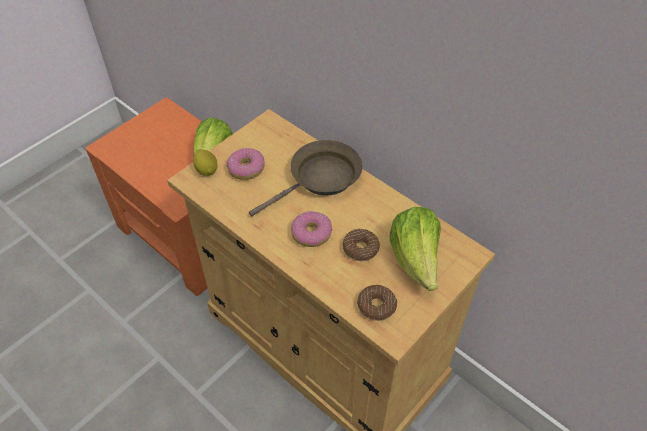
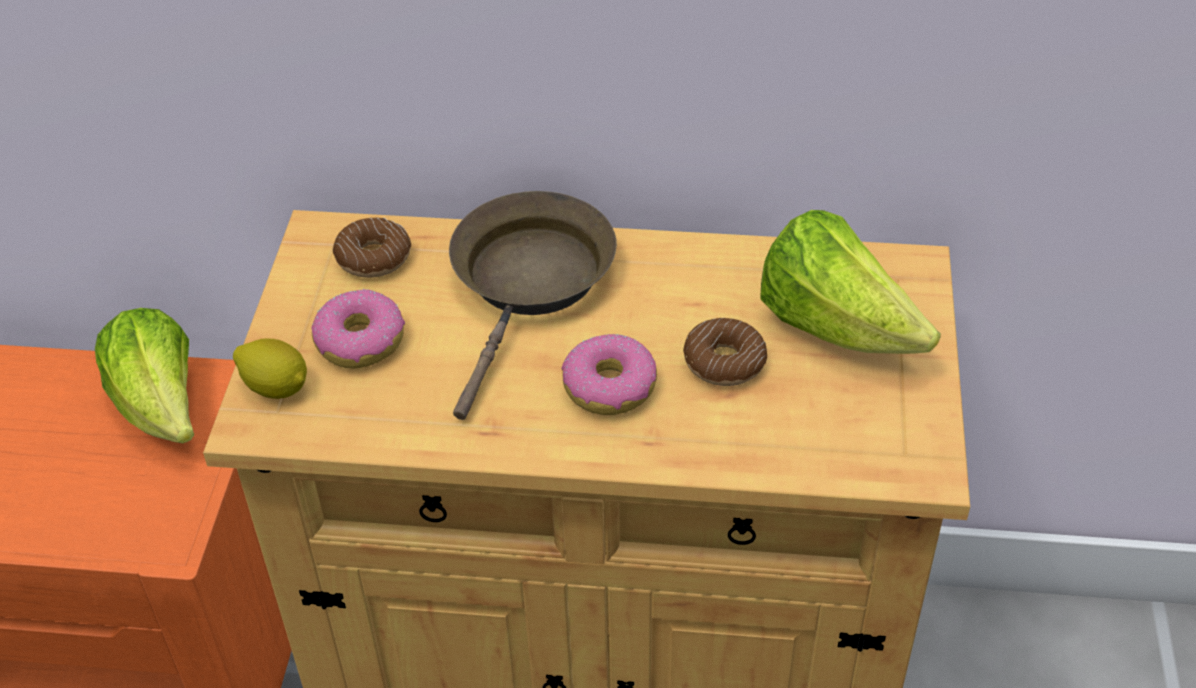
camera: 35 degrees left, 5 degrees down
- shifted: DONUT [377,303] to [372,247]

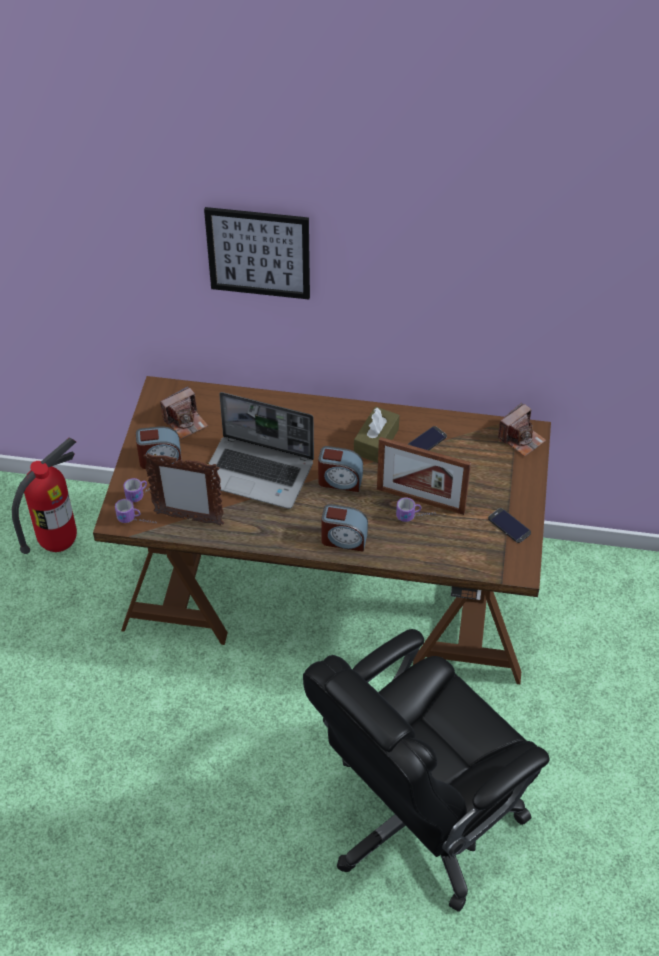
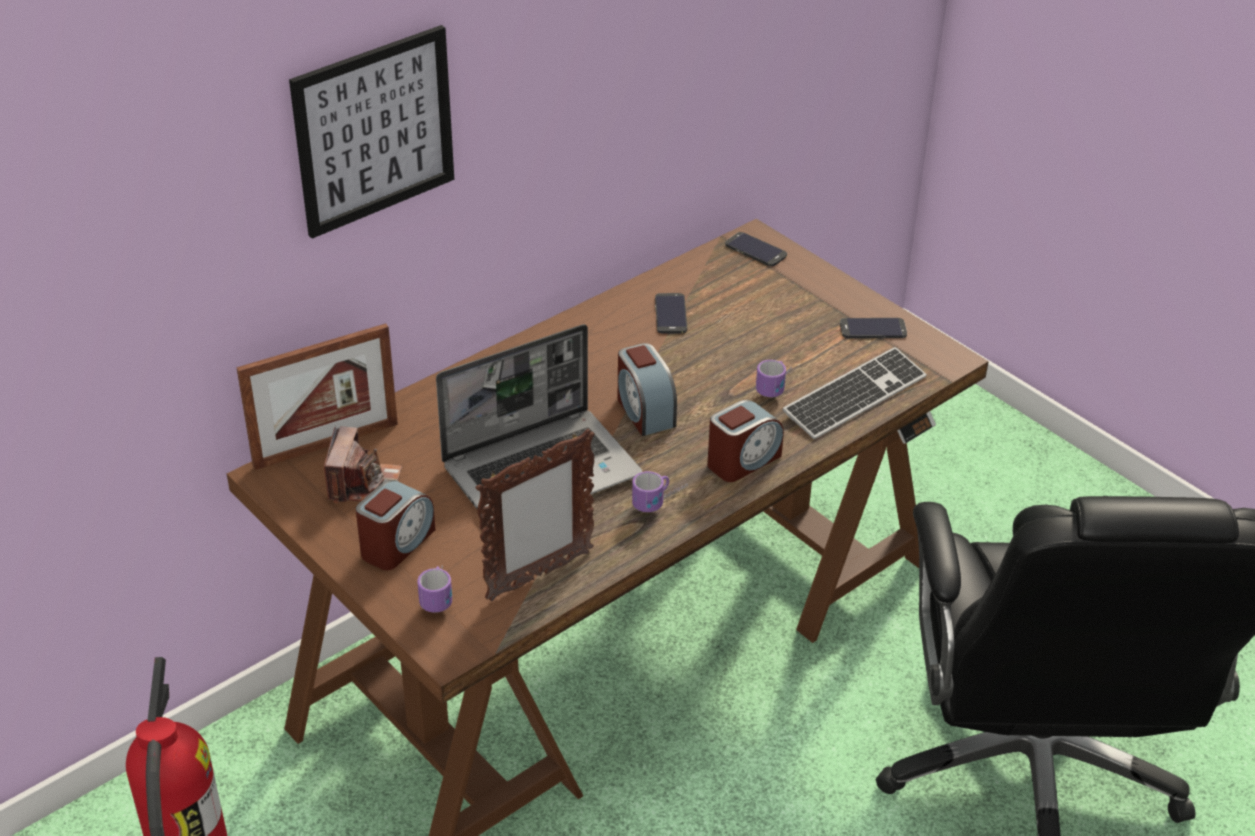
camera: 50 degrees left, 10 degrees down
- swapped: STILL CAMERA [522,430] to TELEPHONE [756,249]
- gone: BROWNISH BOX OF TISSUES [377,434]
- shifted: PHOTO FRAME [424,476] to [317,397]
- rotated: BEDSIDE CLOCK [340,469] = [647,389] 105 degrees clockwise
- shifted: TEA MUG [136,511] to [660,491]
- new: PC KEYBOARD [855,393]

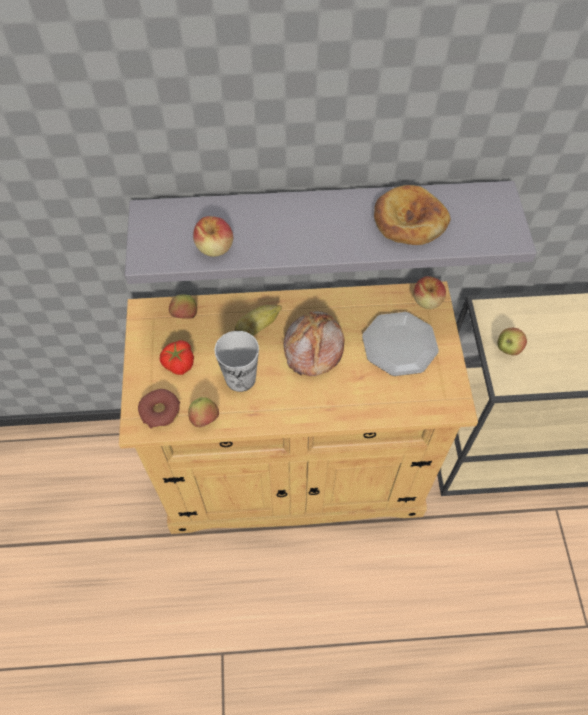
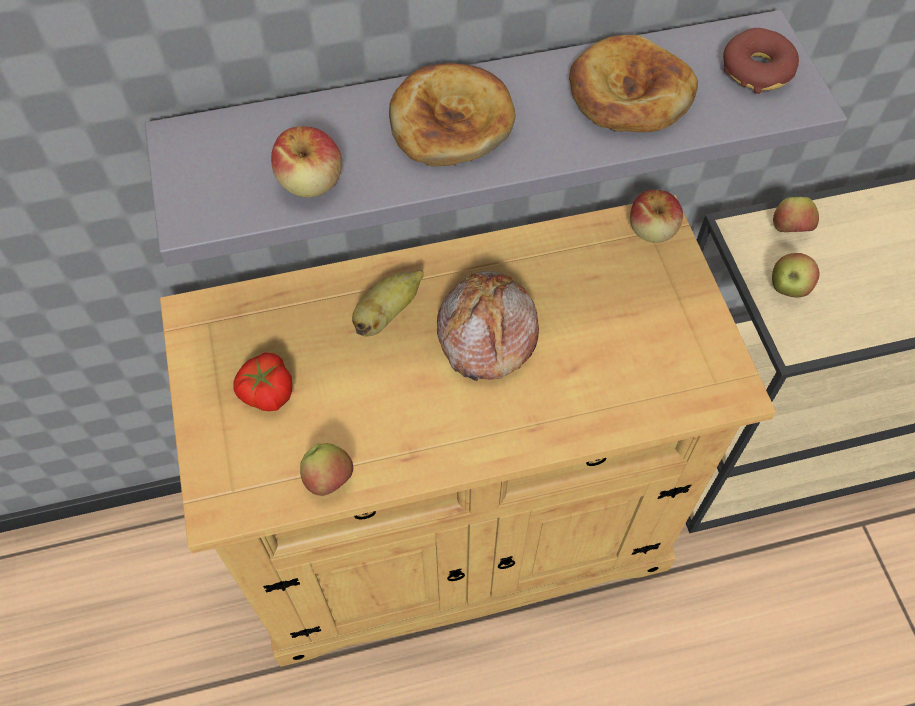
camera: 10 degrees left, 0 degrees up
- shifted: APPLE [183,307] to [796,214]
- gone: DINNER PLATE [400,344]
- gone: DRINKING CUP [237,361]
- shifted: DONUT [159,409] to [761,61]
- new: BREAD [452,114]

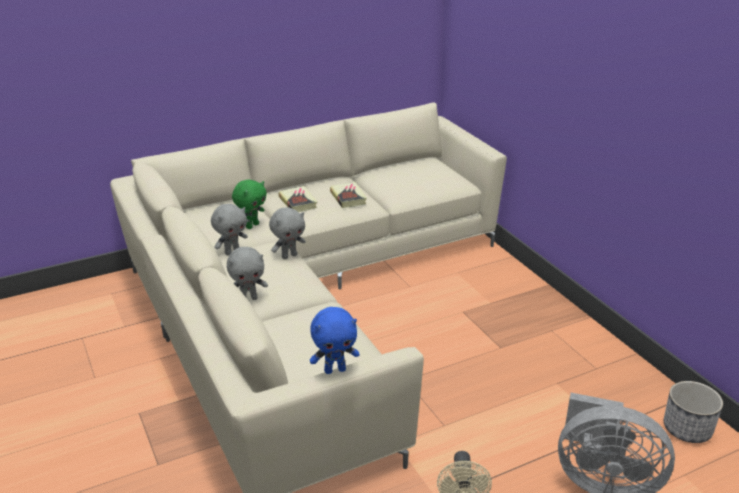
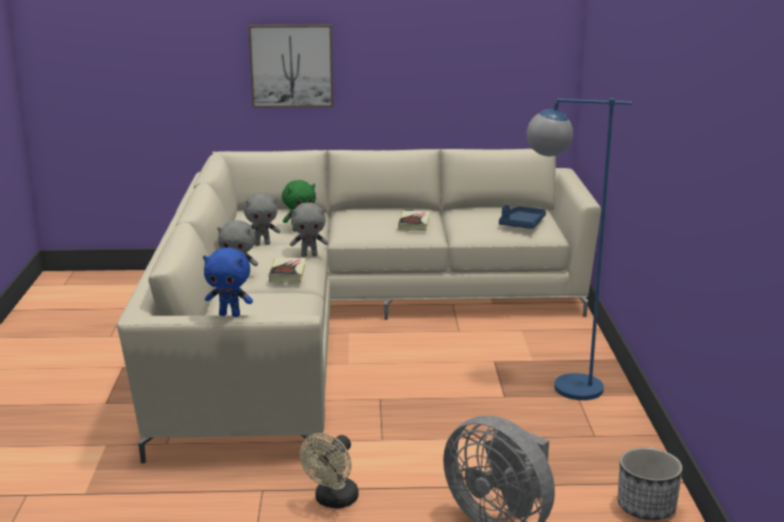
camera: 25 degrees right, 10 degrees down
- shifted: BOUND BOOK [298,199] to [287,270]
- new: WALL PICTURE [290,66]
- new: BLUISH STANDING LAMP [579,249]
- new: BLUISH SERVING TRAY [522,217]

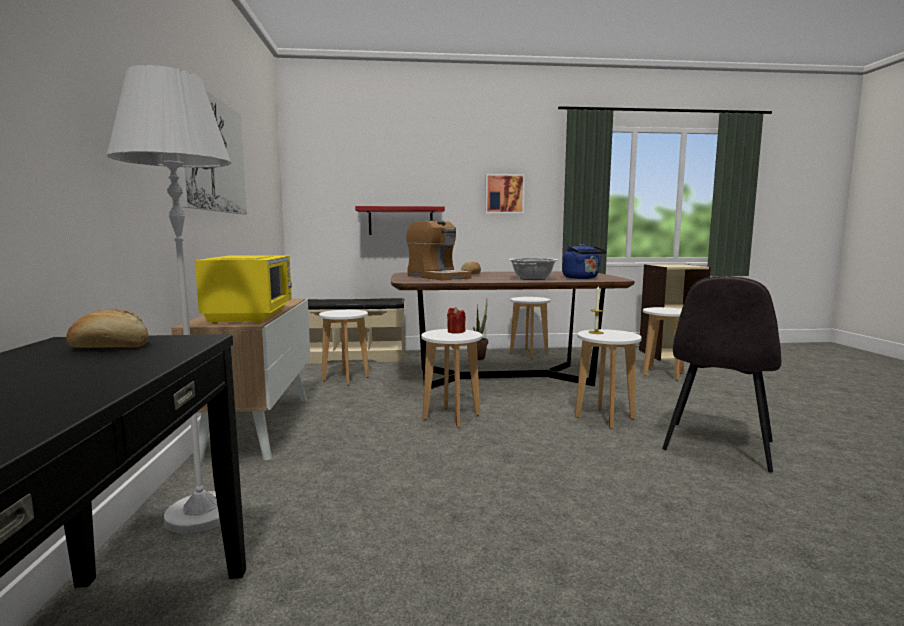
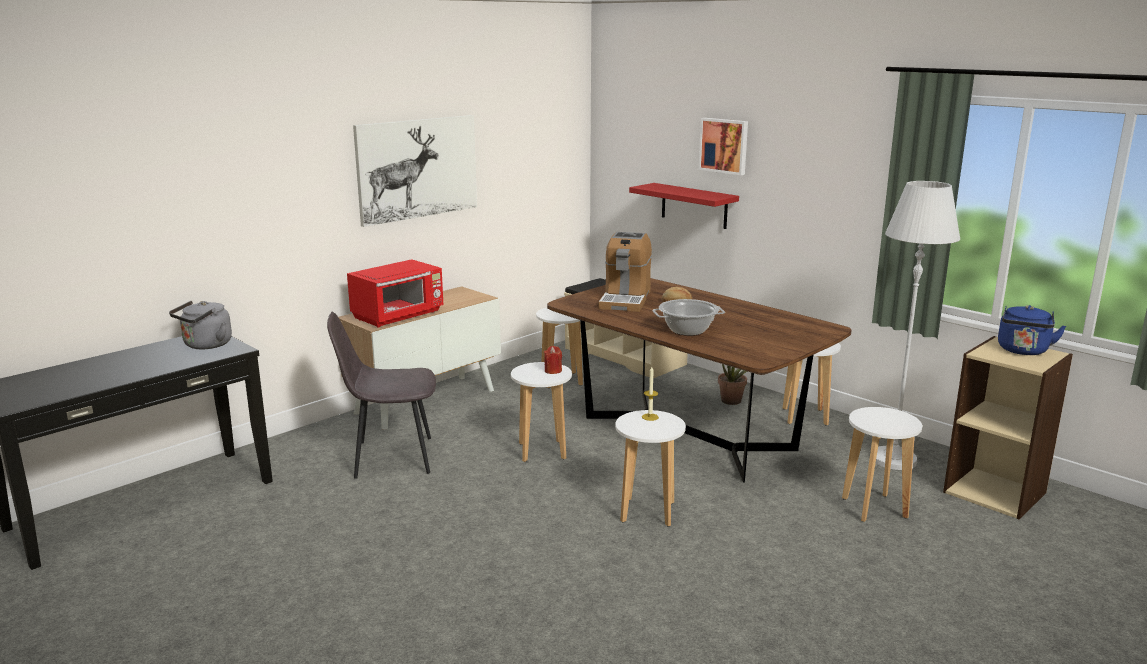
camera: 50 degrees right, 10 degrees up
- shifted: WHITE-COLOURED STANDING LAMP [169,299] to [918,325]
- shifted: WALL PICTURE [505,194] to [723,146]
- shifted: BLUISH KETTLE [584,261] to [1032,330]
- repainted: YELLOWISH MICROWAVE OVEN [243,289] to RED MICROWAVE OVEN [395,293]
- shifted: GREYISH CHAIR [721,374] to [381,395]
- swapped: BREAD [107,328] to GREYISH KETTLE [200,325]

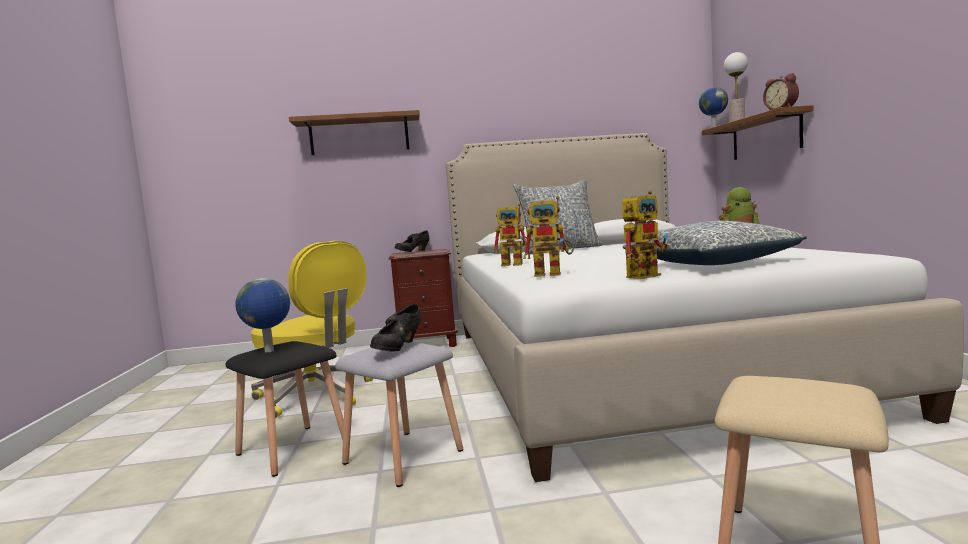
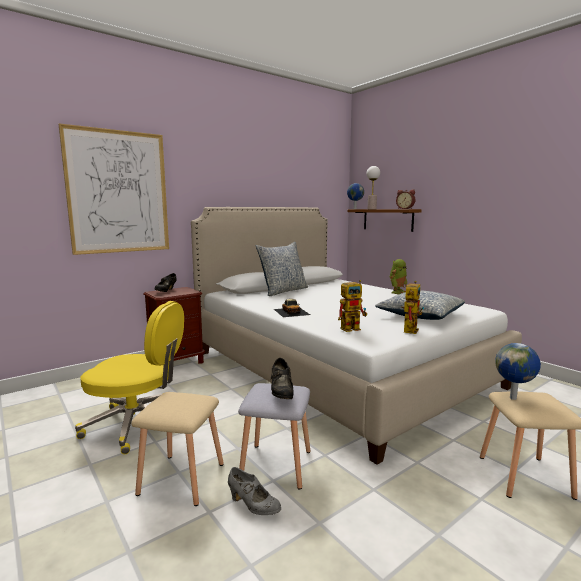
camera: 30 degrees left, 5 degrees up
- swapped: BROWNISH SHELF [354,132] to WALL PICTURE [114,189]
- swapped: MODEL ROBOT [513,234] to MODEL CAR [292,308]
- shifted: DESK GLOBE [262,315] to [518,371]
- repainted: BLACK SITTING STOOL [284,409] to BEIGE-COLOURED SITTING STOOL [177,449]
- new: GREYISH ITEM OF FOOTWEAR [254,491]

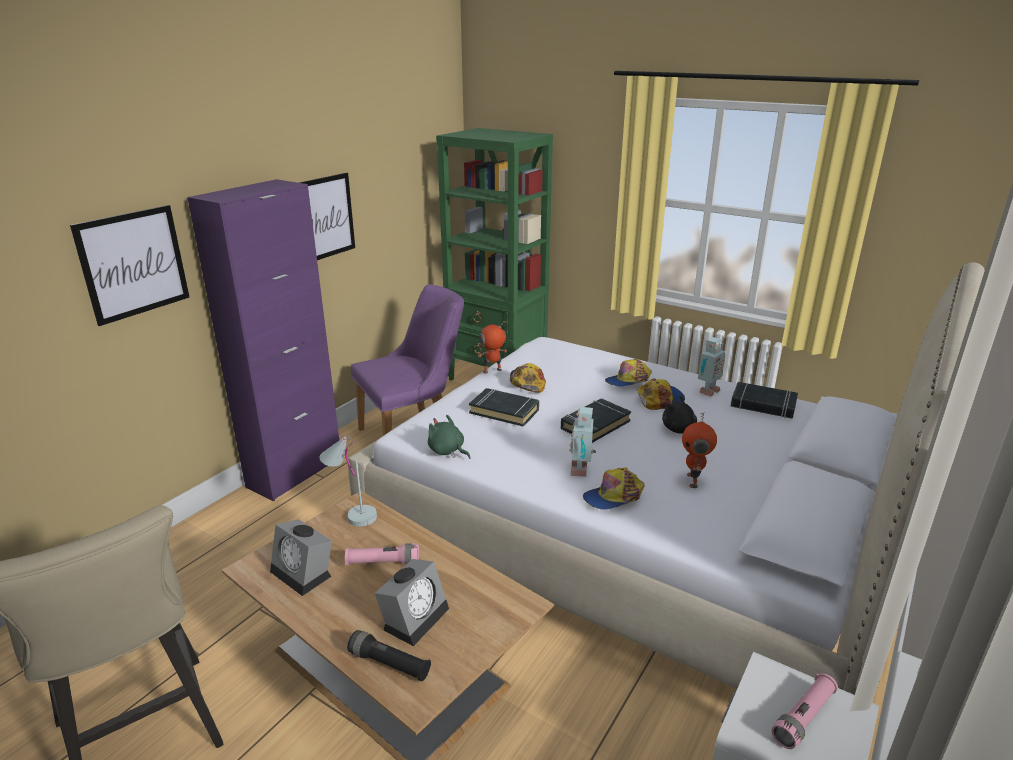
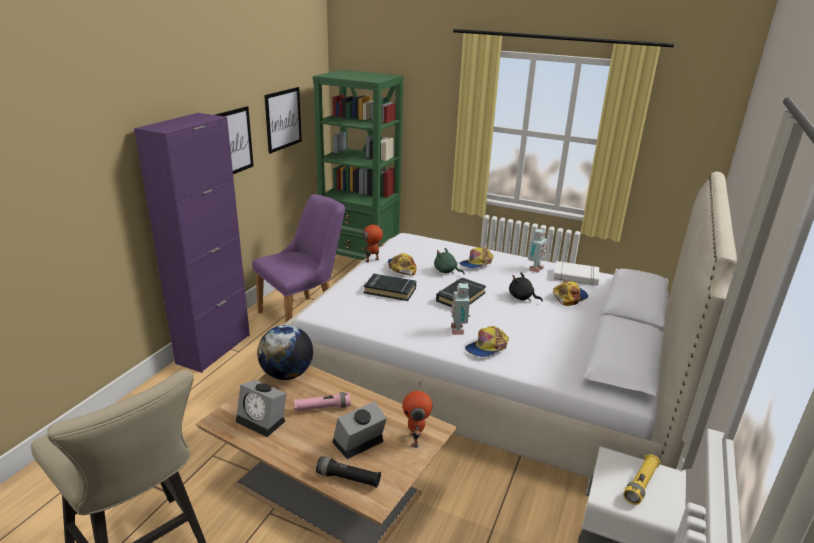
camera: 10 degrees left, 0 degrees up
- shifted: WALL PICTURE [130,265] to [283,120]
- shifted: PEAKED CAP [661,394] to [570,293]
- repainted: BLACK BOUND BOOK [764,400] to WHITE-COLOURED BOUND BOOK [576,273]
- shifted: MODEL ROBOT [699,450] to [417,415]
- shifted: GREEN-COLOURED PLUSH TOY [449,437] to [449,261]
- swapped: WHITE-COLOURED LAMP FOR A TABLE [348,481] to DESK GLOBE [285,352]
- rotated: BEDSIDE CLOCK [412,602] = [359,430] 150 degrees counterclockwise
- repainted: PINK-COLOURED HAND TORCH [805,711] to YELLOWISH HAND TORCH [641,479]

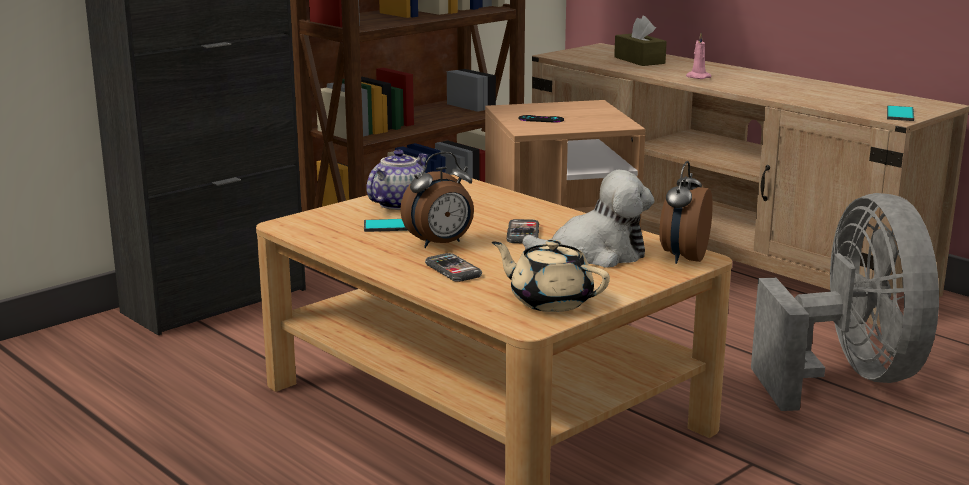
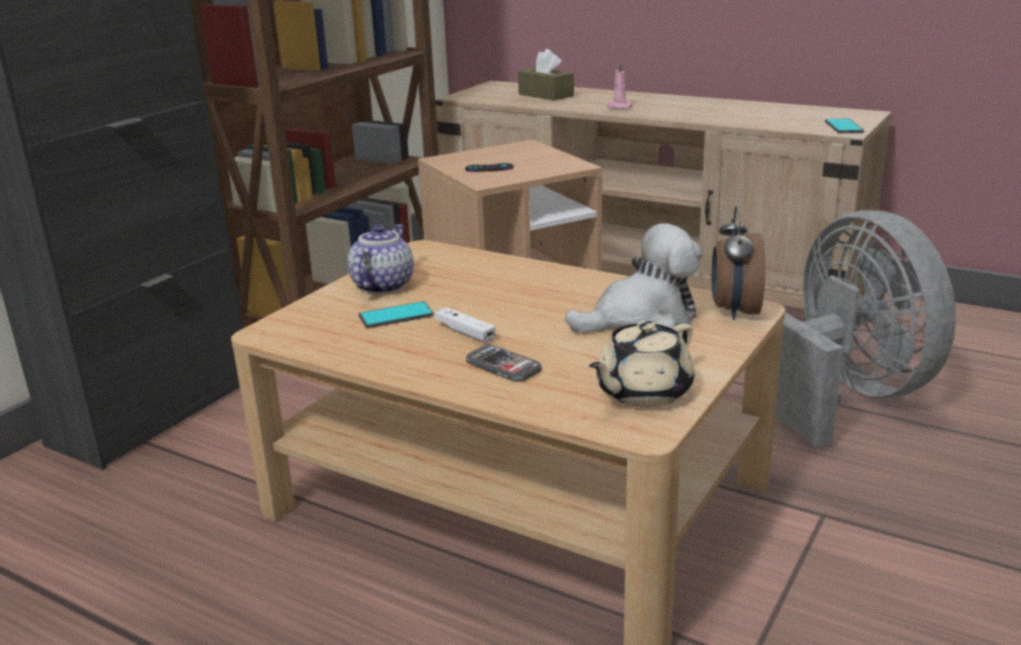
camera: 15 degrees left, 5 degrees up
- swapped: BEDSIDE CLOCK [437,200] to WHITE-COLOURED JOYPAD [465,325]
- gone: TELEPHONE [523,231]
- rotated: BEIGE-COLOURED TEAPOT [551,276] = [642,364] 60 degrees counterclockwise

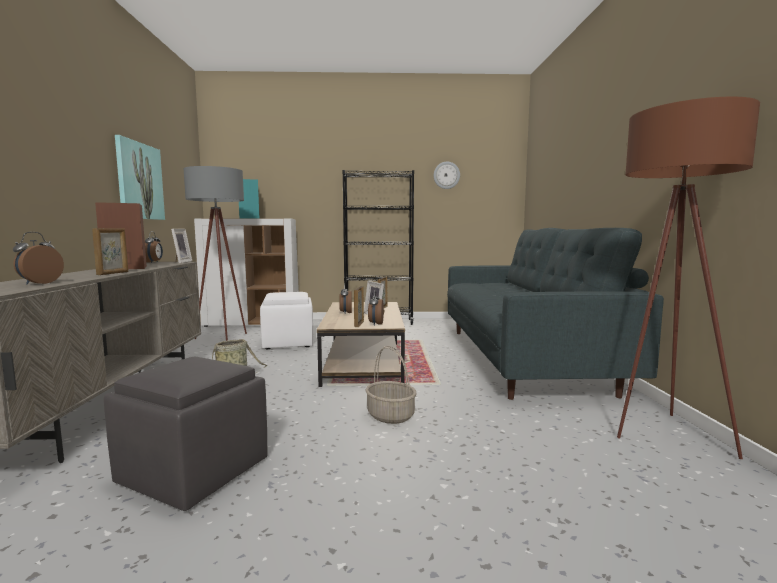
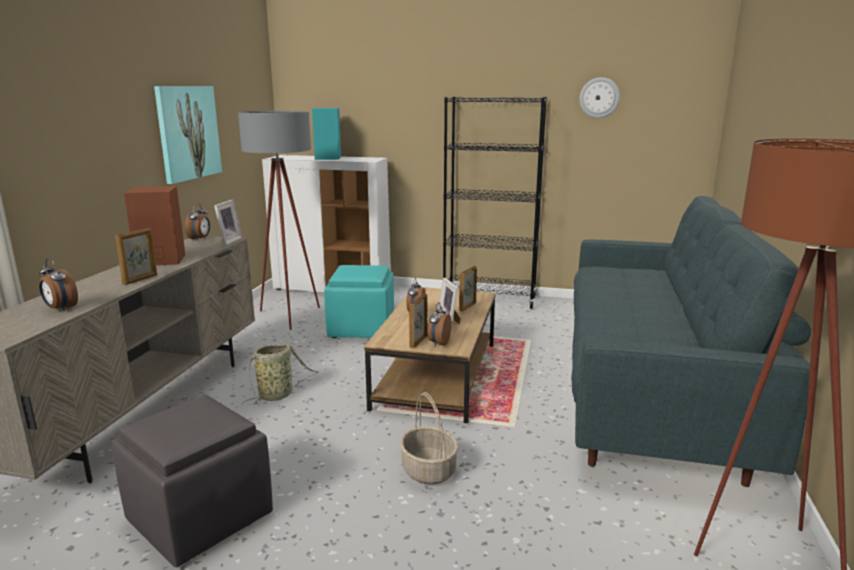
camera: 15 degrees right, 10 degrees up
- rotated: BEDSIDE CLOCK [38,258] = [58,285] 90 degrees counterclockwise
- repainted: WHITE-COLOURED OTTOMAN [286,320] to TURQUOISE-COLOURED OTTOMAN [359,301]

